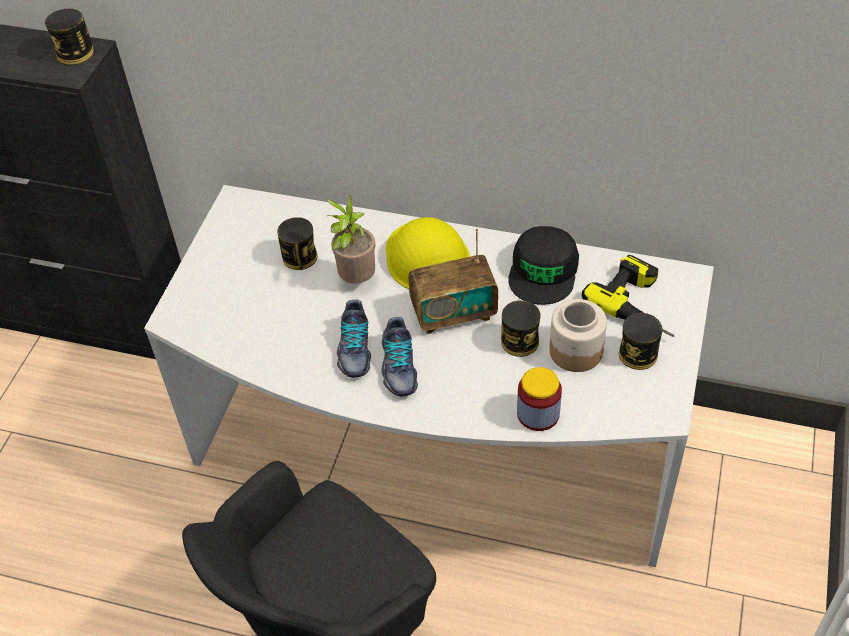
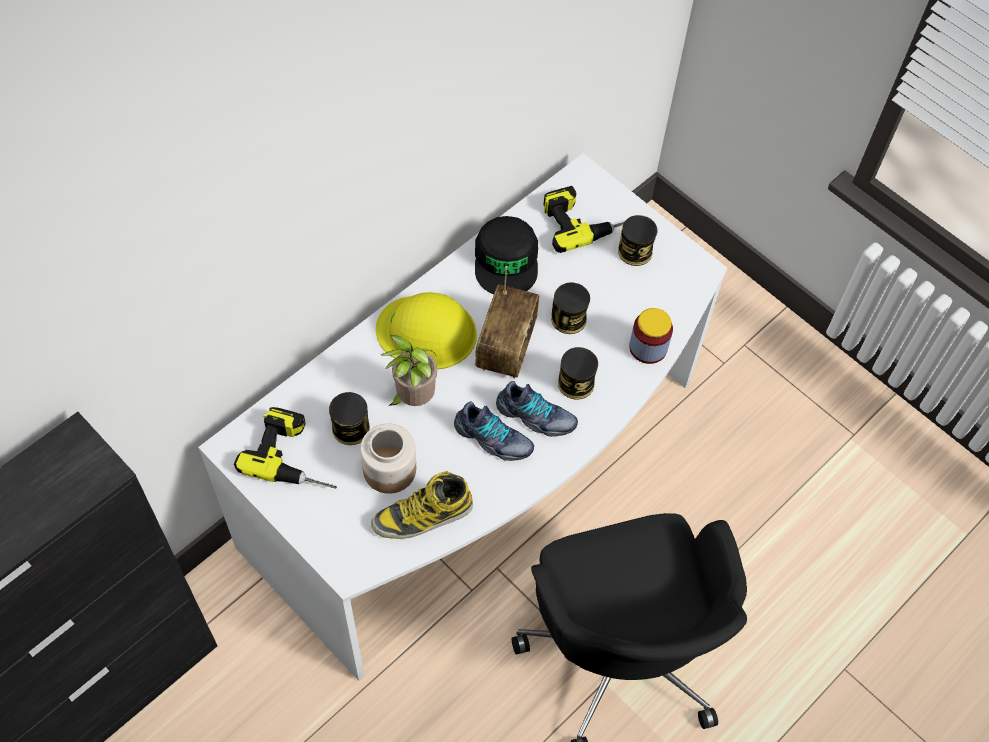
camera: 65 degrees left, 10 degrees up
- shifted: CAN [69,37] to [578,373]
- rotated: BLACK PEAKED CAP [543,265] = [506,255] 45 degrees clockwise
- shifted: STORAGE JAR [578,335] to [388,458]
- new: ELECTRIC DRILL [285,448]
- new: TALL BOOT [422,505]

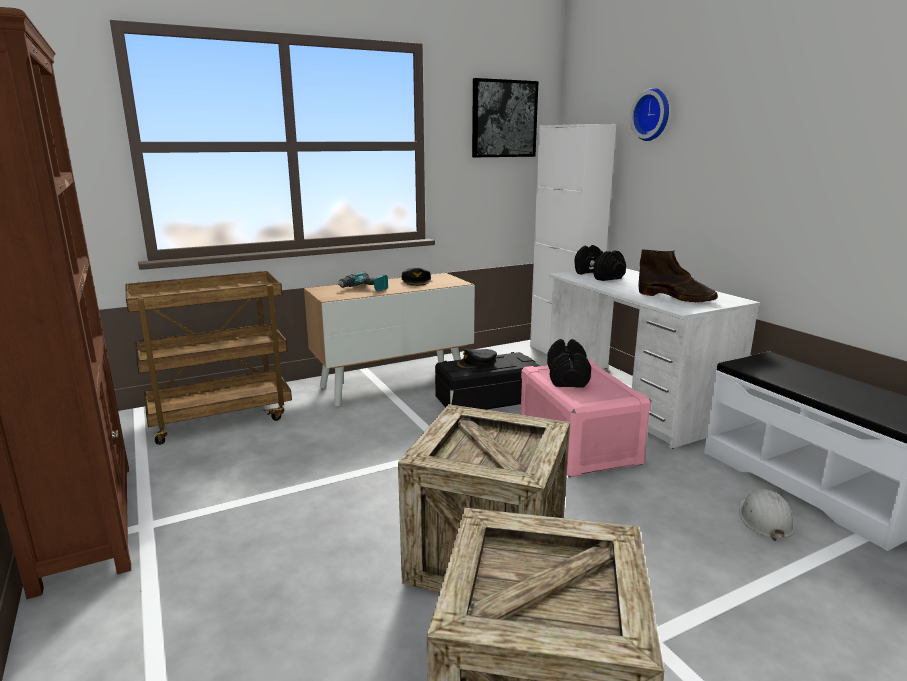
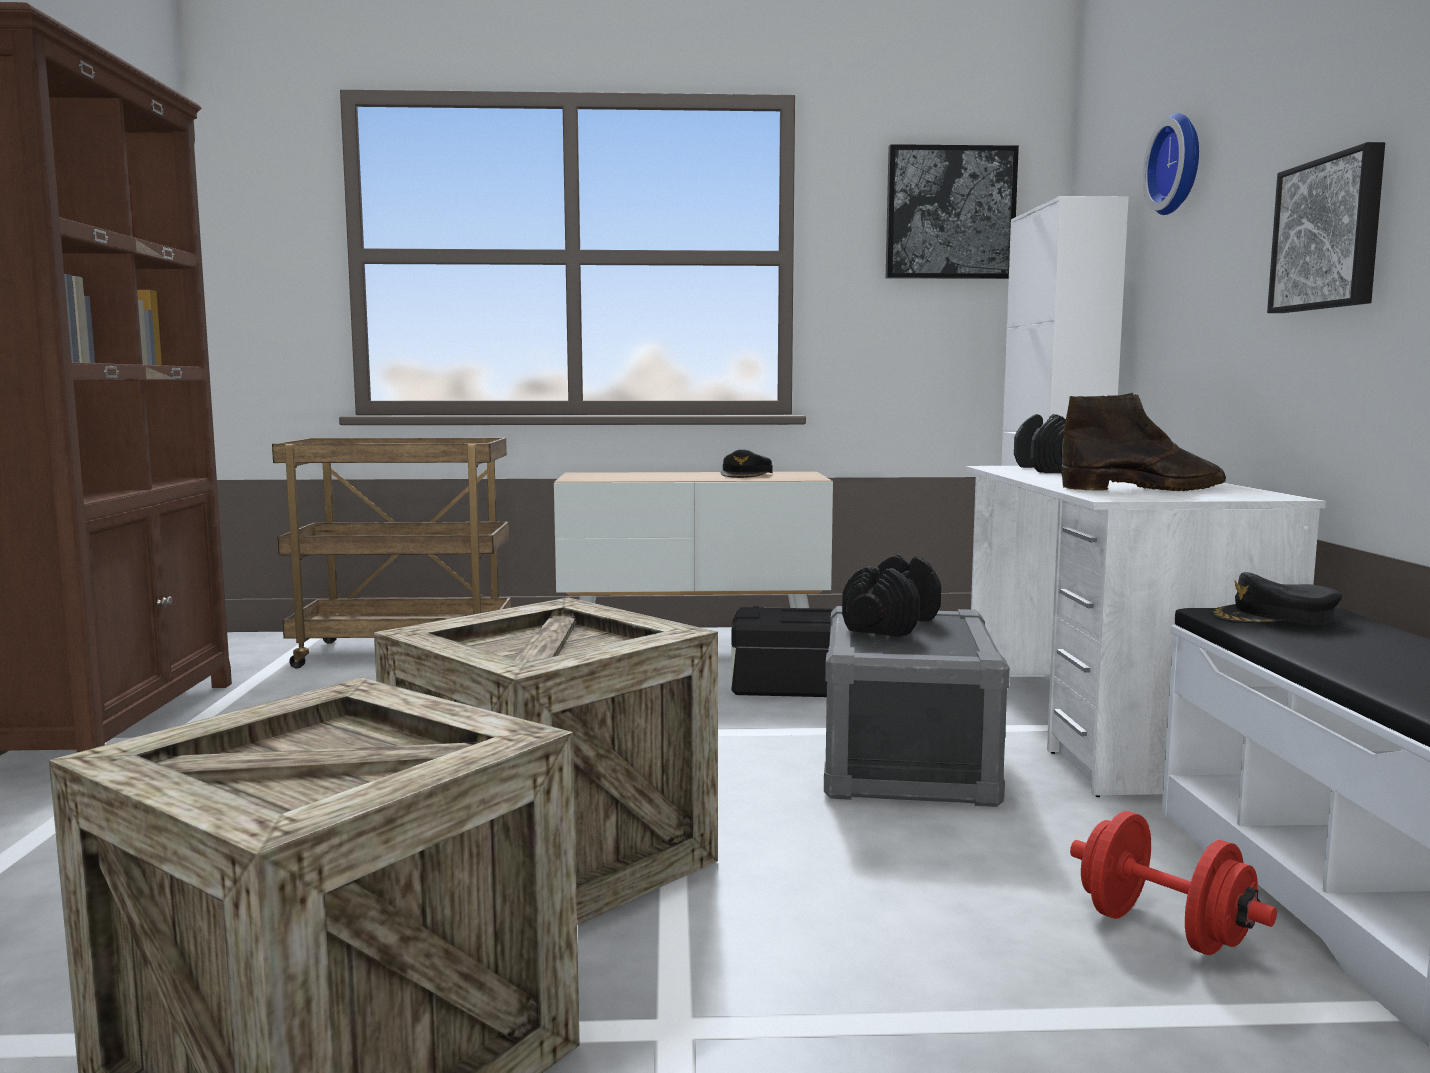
camera: 25 degrees right, 10 degrees down
- rotated: BROWNISH TALL BOOT [678,275] = [1143,442] 60 degrees counterclockwise
- gone: ELECTRIC DRILL [362,281]
- shifted: BLACK PEAKED CAP [476,359] to [1276,599]
- repainted: PINK-COLOURED STORAGE BOX [586,418] to GREYISH STORAGE BOX [917,706]
- swapped: WHITE-COLOURED WORK HELMET [767,515] to RED HAND WEIGHT [1173,883]
- new: WALL PICTURE [1326,227]

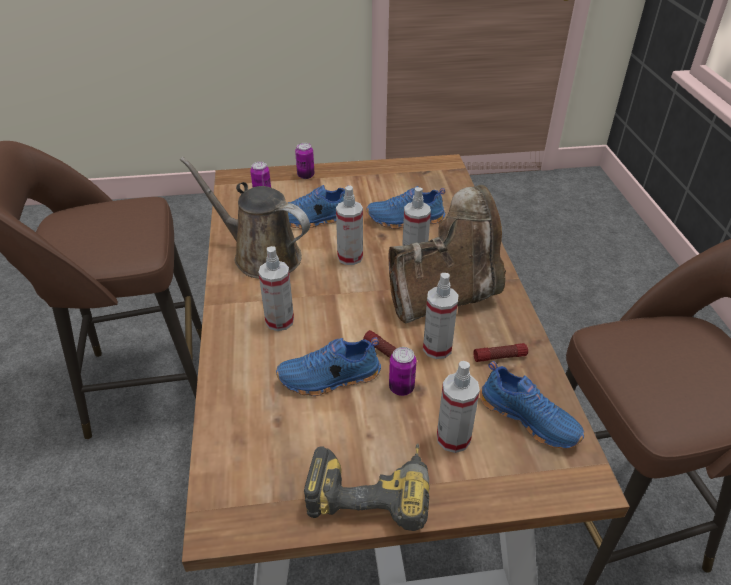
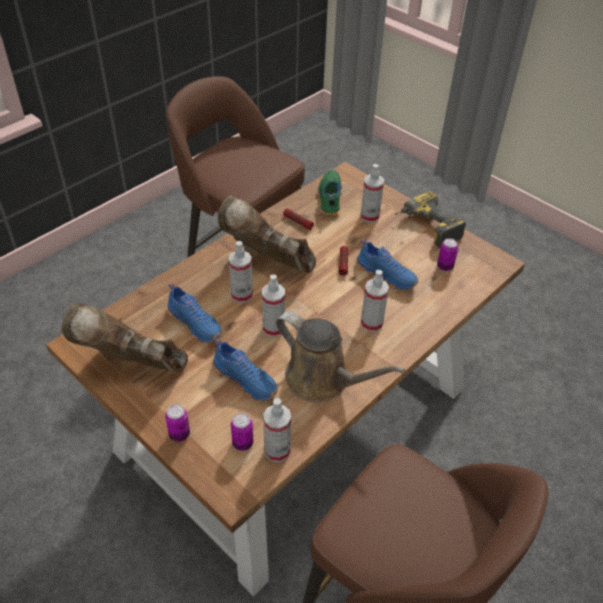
camera: 130 degrees left, 5 degrees up
- rotated: BROWNISH WATERING CAN [245,218] = [340,356] 45 degrees counterclockwise
- shifted: SPRAYER [440,316] to [277,430]
- shifted: CAN [403,371] to [447,254]
- repainted: BLUISH ITEM OF FOOTWEAR [532,405] to GREEN-COLOURED ITEM OF FOOTWEAR [330,193]
- new: BROWNISH TALL BOOT [125,337]

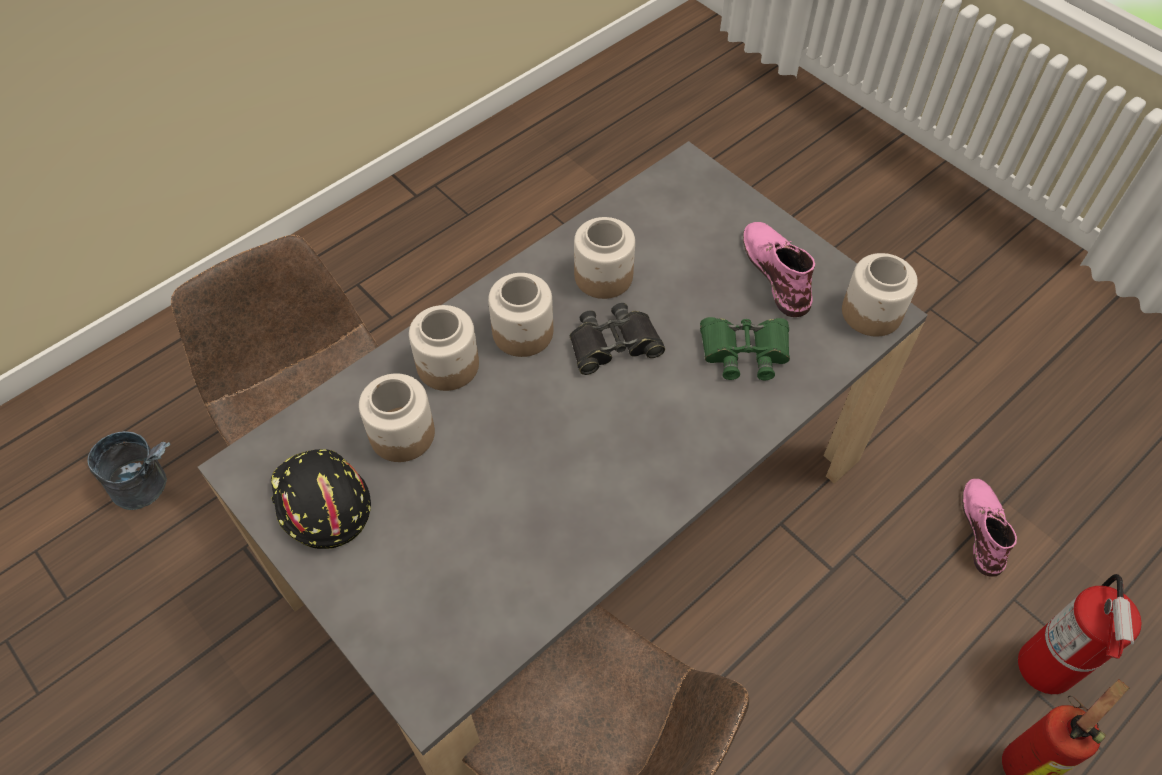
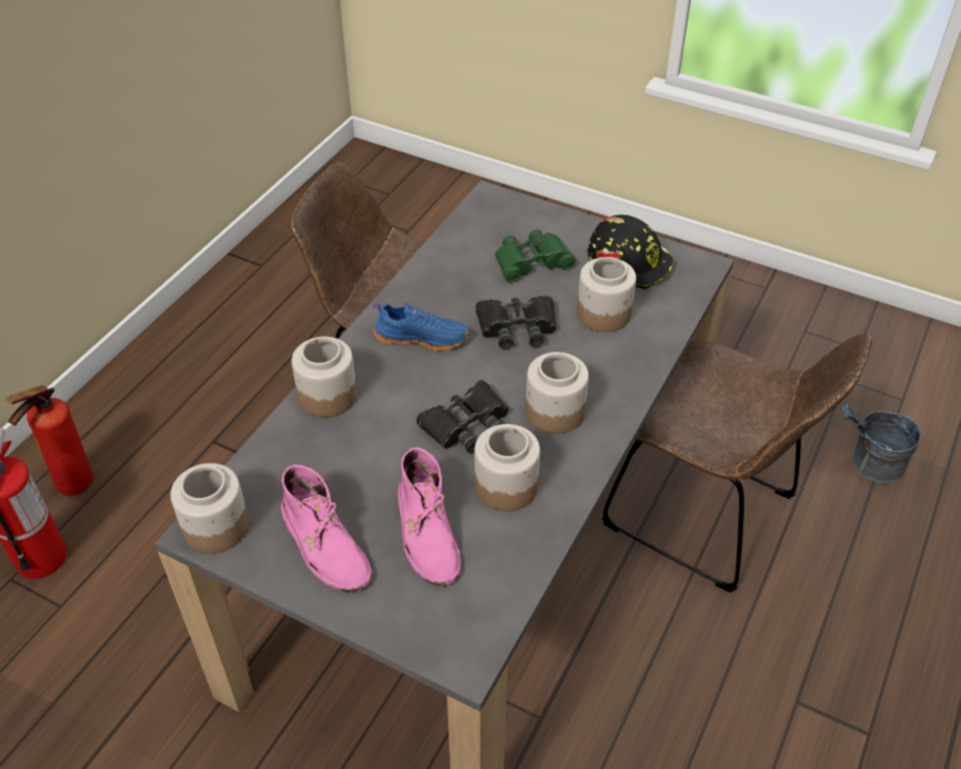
camera: 160 degrees right, 10 degrees down
- shifted: STORAGE JAR [444,348] to [324,377]
- shifted: GREEN-COLOURED BINOCULARS [745,348] to [535,256]
- shifted: PINK-COLOURED TALL BOOT [989,528] to [429,516]
- new: BLACK BINOCULARS [516,323]
- new: BLUISH ITEM OF FOOTWEAR [420,326]

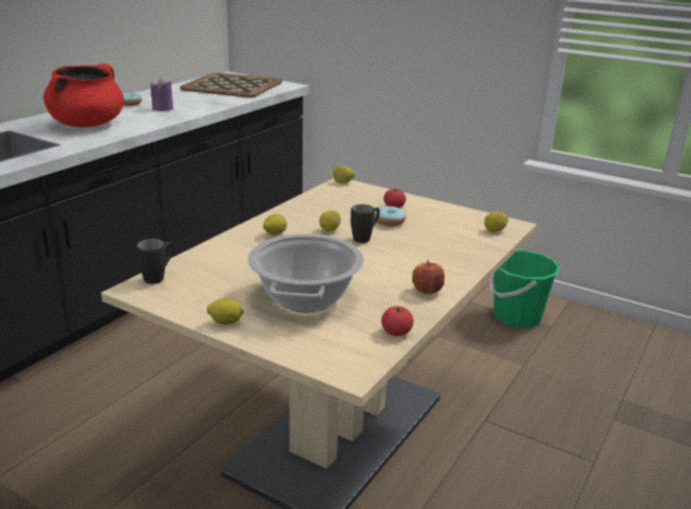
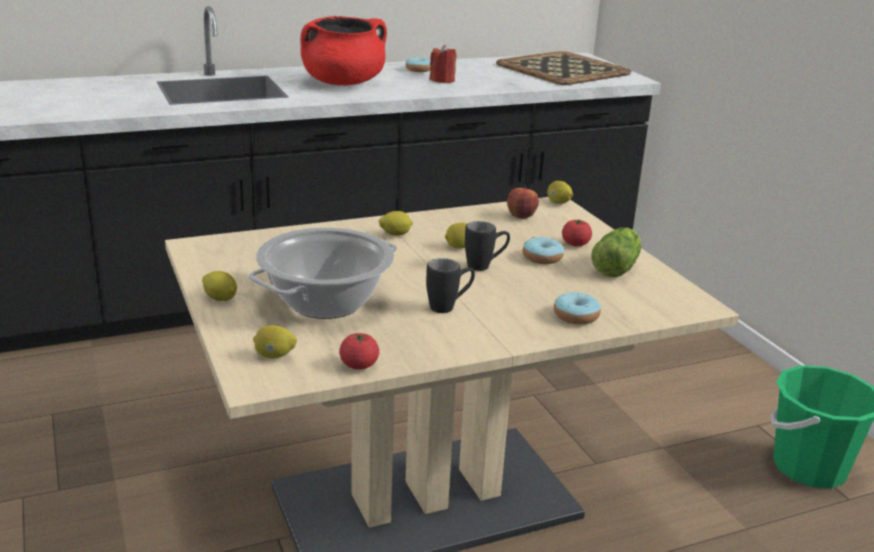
camera: 35 degrees right, 0 degrees up
- repainted: PURPLE-COLOURED WAX CANDLE [161,94] to RED WAX CANDLE [443,64]
- shifted: LEMON [496,222] to [275,342]
- shifted: BLACK TEA MUG [155,261] to [450,285]
- shifted: APPLE [428,277] to [523,202]
- new: LETTUCE HEAD [616,252]
- new: DONUT [577,308]

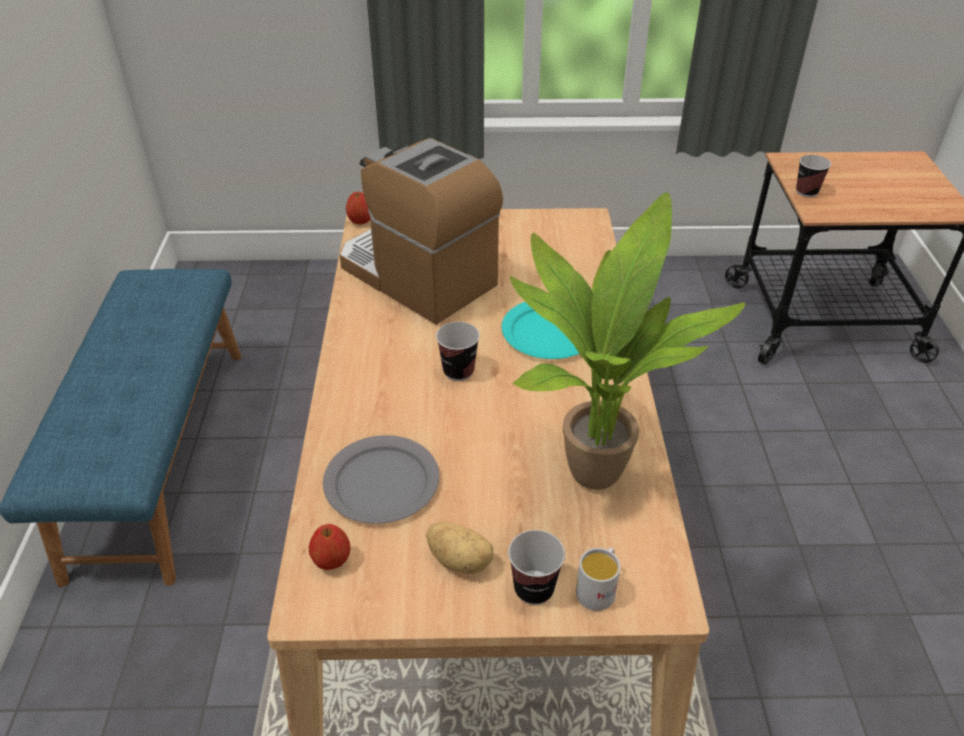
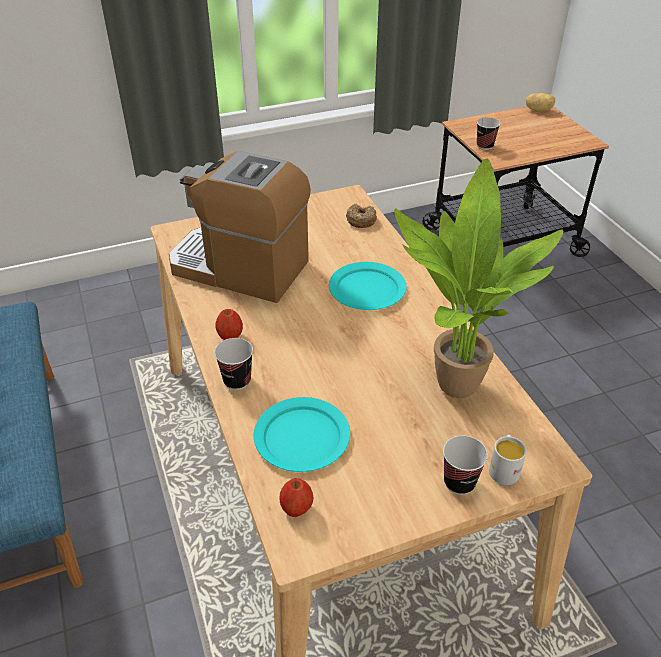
camera: 20 degrees left, 0 degrees up
- shifted: APPLE [358,208] to [229,324]
- shifted: DRINKING CUP [458,351] to [233,364]
- repainted: GREYISH DINNER PLATE [381,479] to TURQUOISE-COLOURED DINNER PLATE [302,434]
- shifted: POTATO [459,548] to [540,102]
- new: DONUT [361,216]

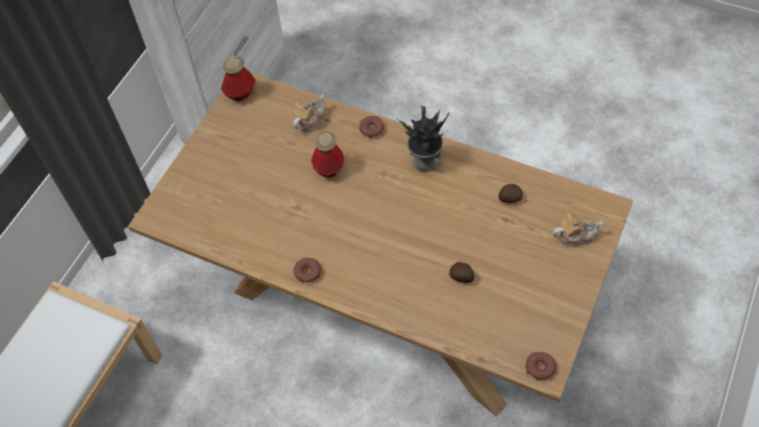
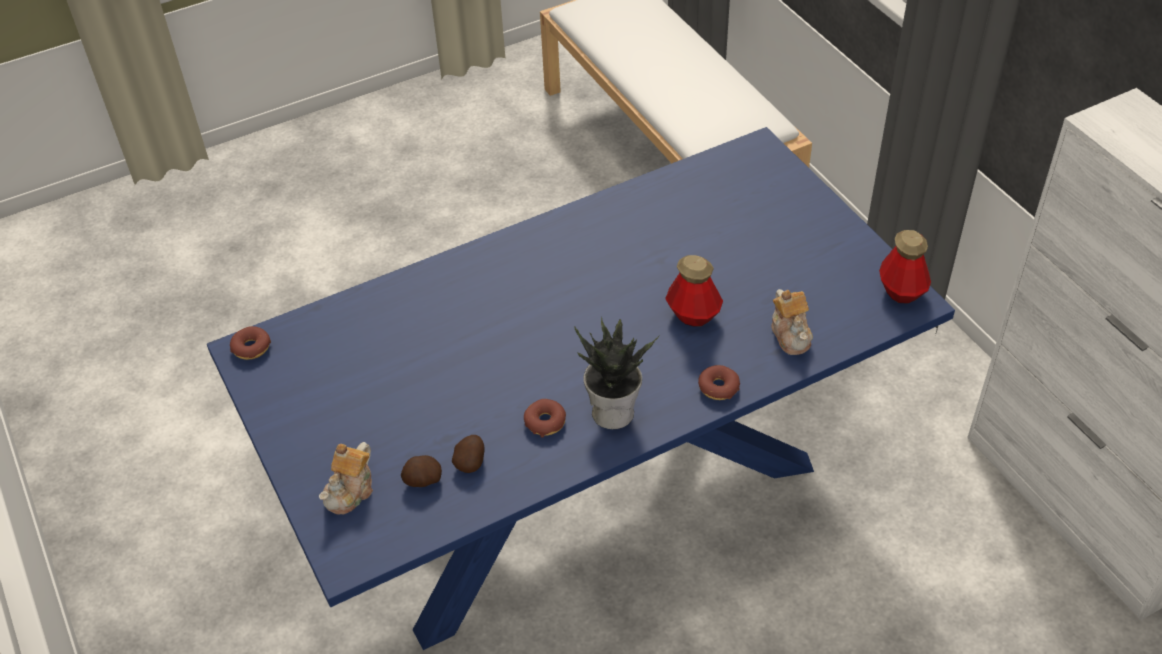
camera: 125 degrees right, 10 degrees down
- repainted: BROWNISH DINING TABLE [380,244] to BLUISH DINING TABLE [581,388]
- shifted: DONUT [308,270] to [545,418]
- shifted: POTATO [461,272] to [421,471]

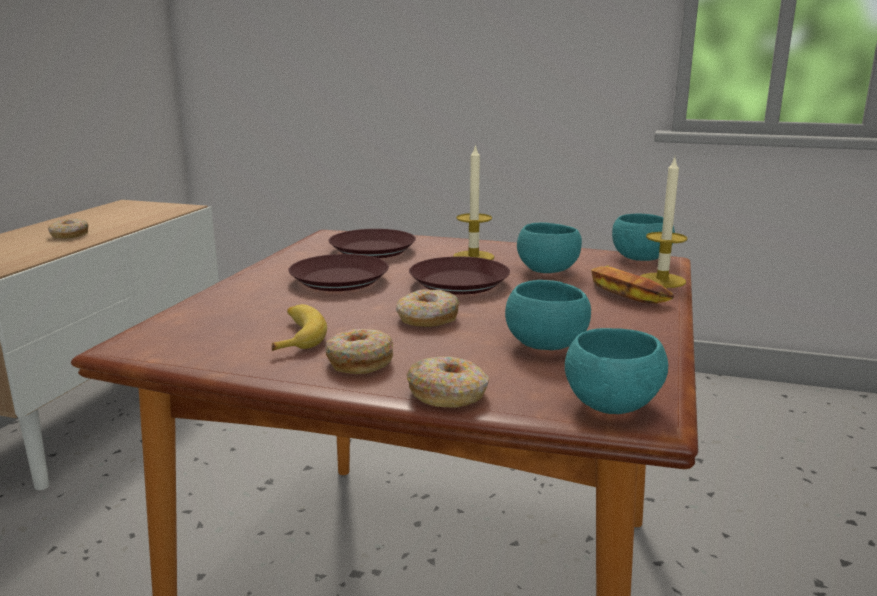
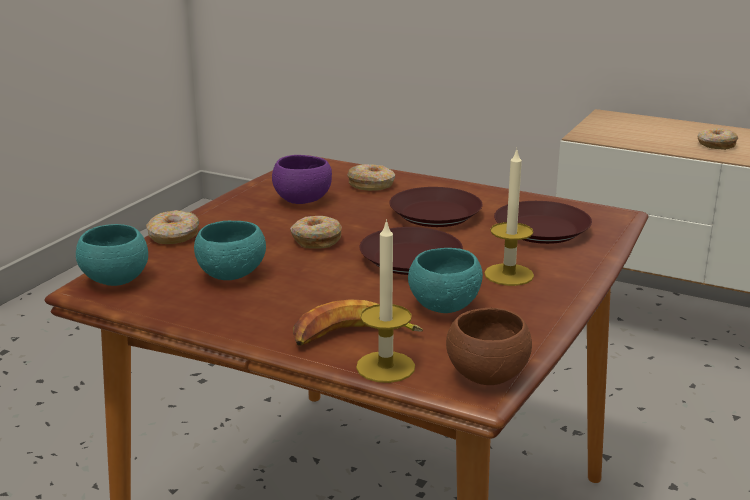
camera: 100 degrees right, 5 degrees up
- repainted: TURQUOISE-COLOURED BOWL [643,237] to BROWNISH BOWL [489,346]
- swapped: BANANA FRUIT [299,327] to PURPLE-COLOURED BOWL [302,179]
- shifted: DONUT [359,351] to [371,177]

